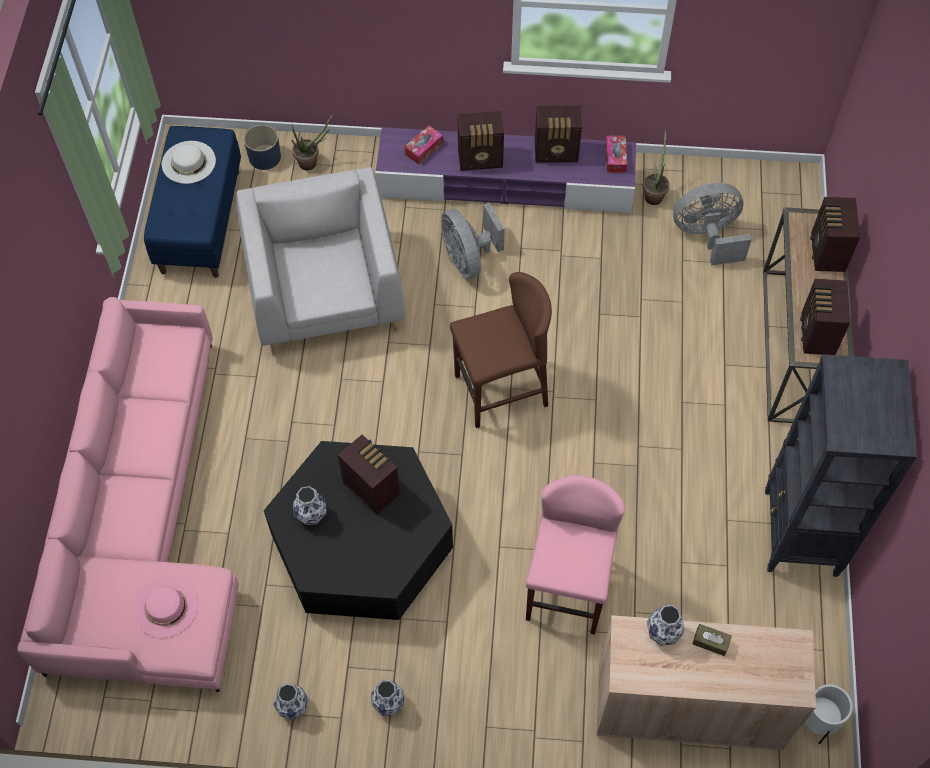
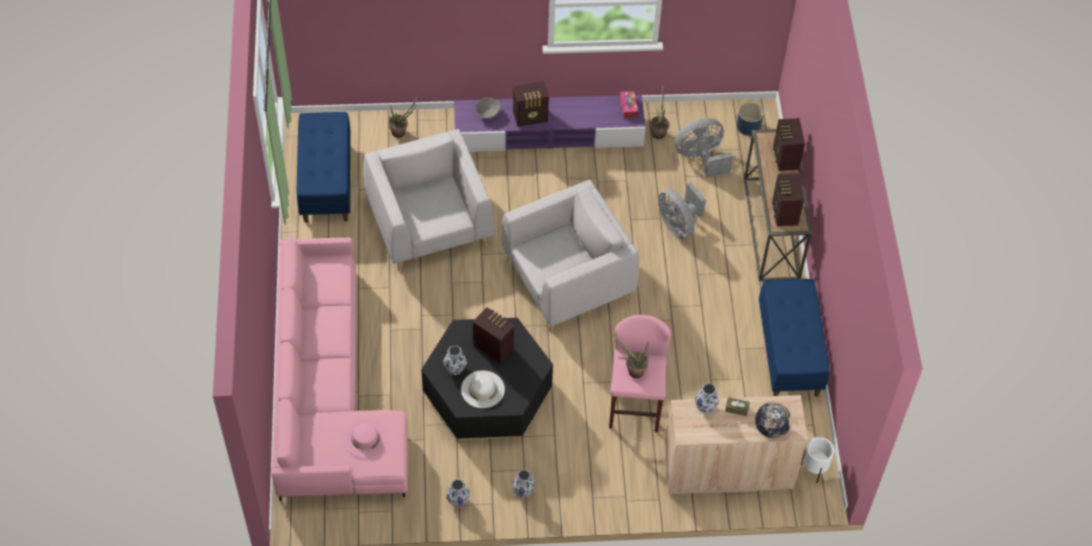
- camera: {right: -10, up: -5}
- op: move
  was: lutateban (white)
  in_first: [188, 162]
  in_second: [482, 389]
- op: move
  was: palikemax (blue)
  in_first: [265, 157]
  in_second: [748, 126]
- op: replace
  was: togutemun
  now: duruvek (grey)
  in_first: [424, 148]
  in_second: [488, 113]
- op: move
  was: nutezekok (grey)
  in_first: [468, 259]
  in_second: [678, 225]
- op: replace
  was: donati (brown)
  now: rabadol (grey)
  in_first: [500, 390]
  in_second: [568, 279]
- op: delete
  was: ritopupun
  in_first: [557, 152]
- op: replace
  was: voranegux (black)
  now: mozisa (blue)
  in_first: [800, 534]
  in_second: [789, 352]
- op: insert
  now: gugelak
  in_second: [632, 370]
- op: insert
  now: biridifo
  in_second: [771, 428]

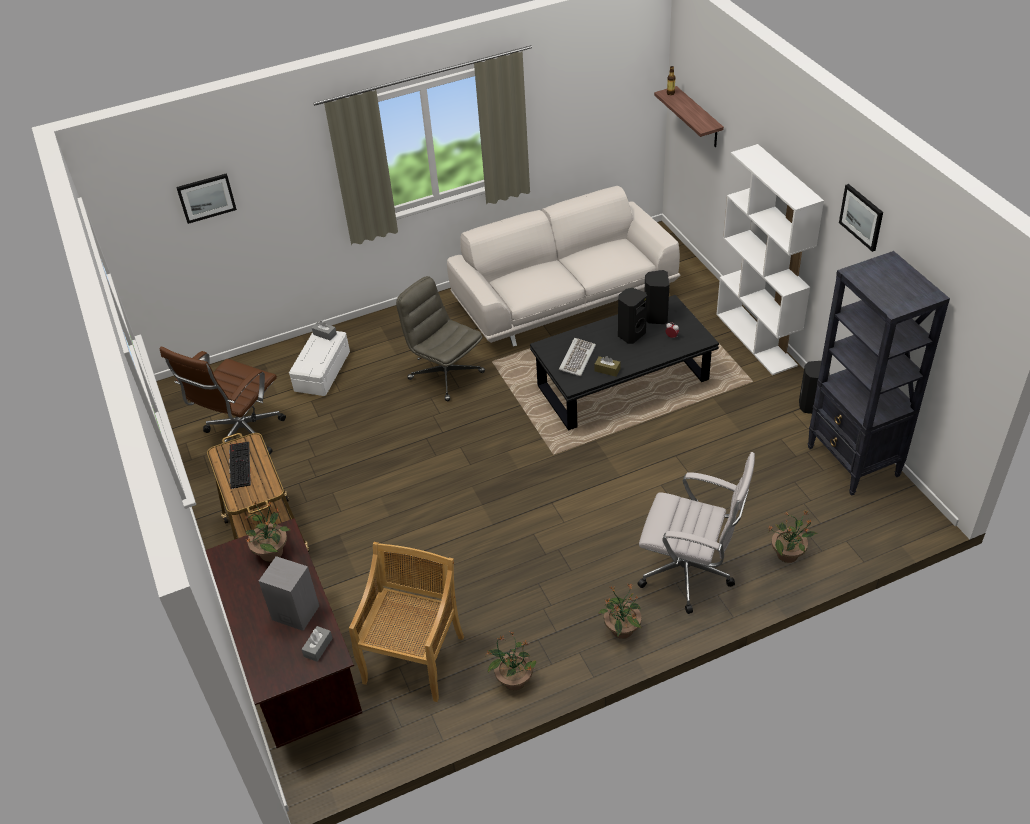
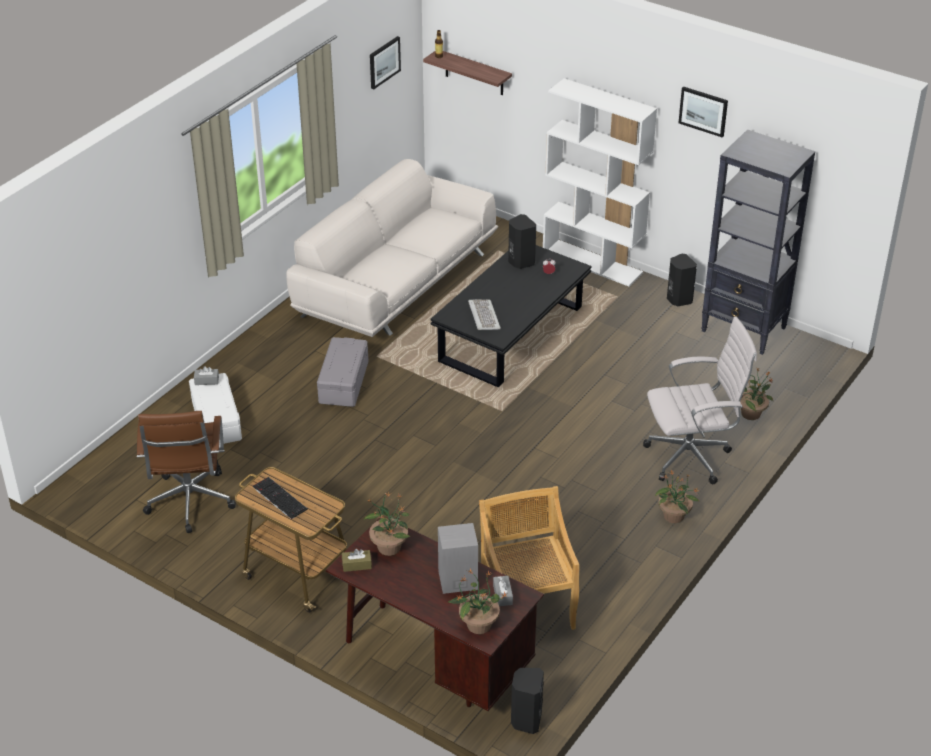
- camera: {right: -35, up: -5}
- op: move
  was: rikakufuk
  in_first: [206, 197]
  in_second: [384, 62]
- op: replace
  was: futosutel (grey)
  now: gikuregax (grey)
  in_first: [445, 375]
  in_second: [343, 382]
- op: move
  was: gugelak
  in_first: [513, 680]
  in_second: [478, 625]
- op: move
  was: togutemun (brown)
  in_first: [607, 370]
  in_second: [357, 565]
- op: move
  was: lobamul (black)
  in_first: [630, 334]
  in_second: [526, 720]

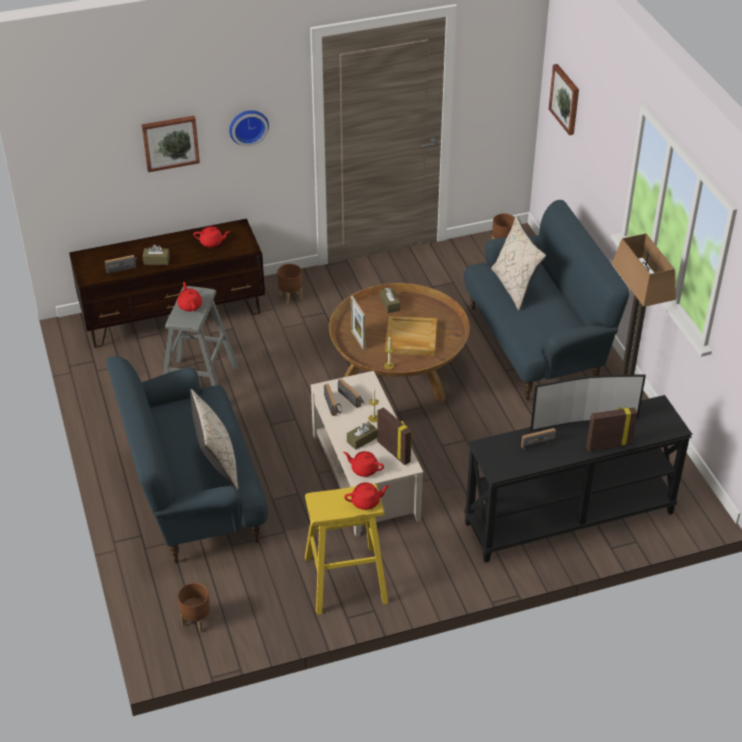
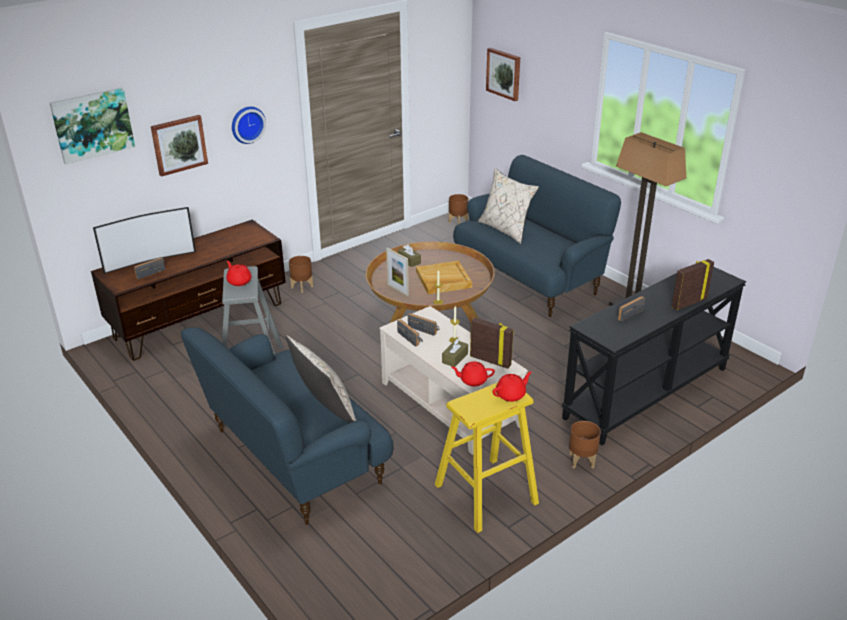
- camera: {right: -20, up: -10}
- op: delete
  was: togutemun (brown)
  in_first: [156, 260]
- op: move
  was: palikemax (brown)
  in_first: [196, 621]
  in_second: [582, 461]
- op: delete
  was: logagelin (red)
  in_first: [212, 242]
- op: move
  was: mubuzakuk
  in_first: [583, 421]
  in_second: [149, 260]
- op: insert
  now: rikakufuk
  in_second: [92, 124]

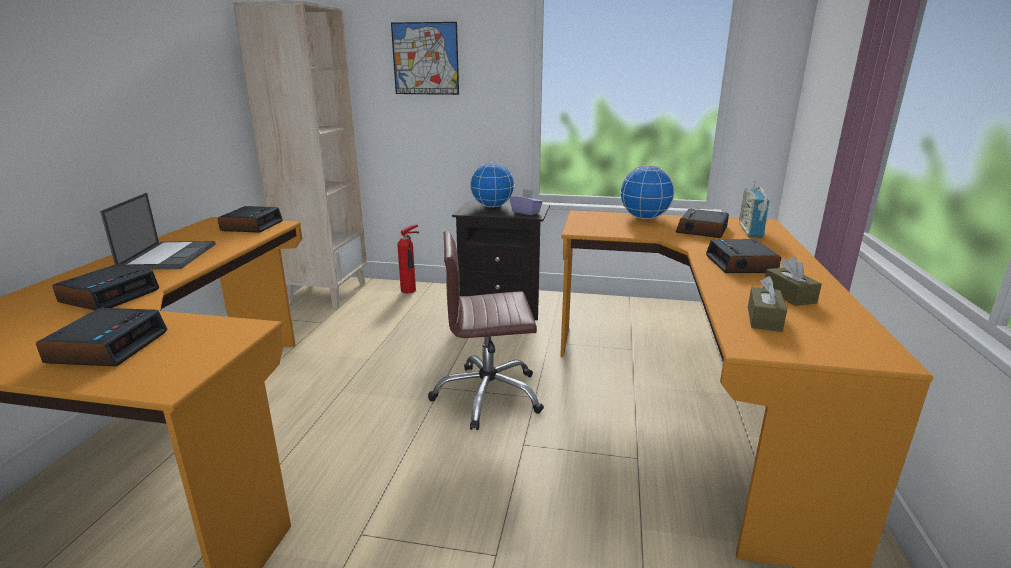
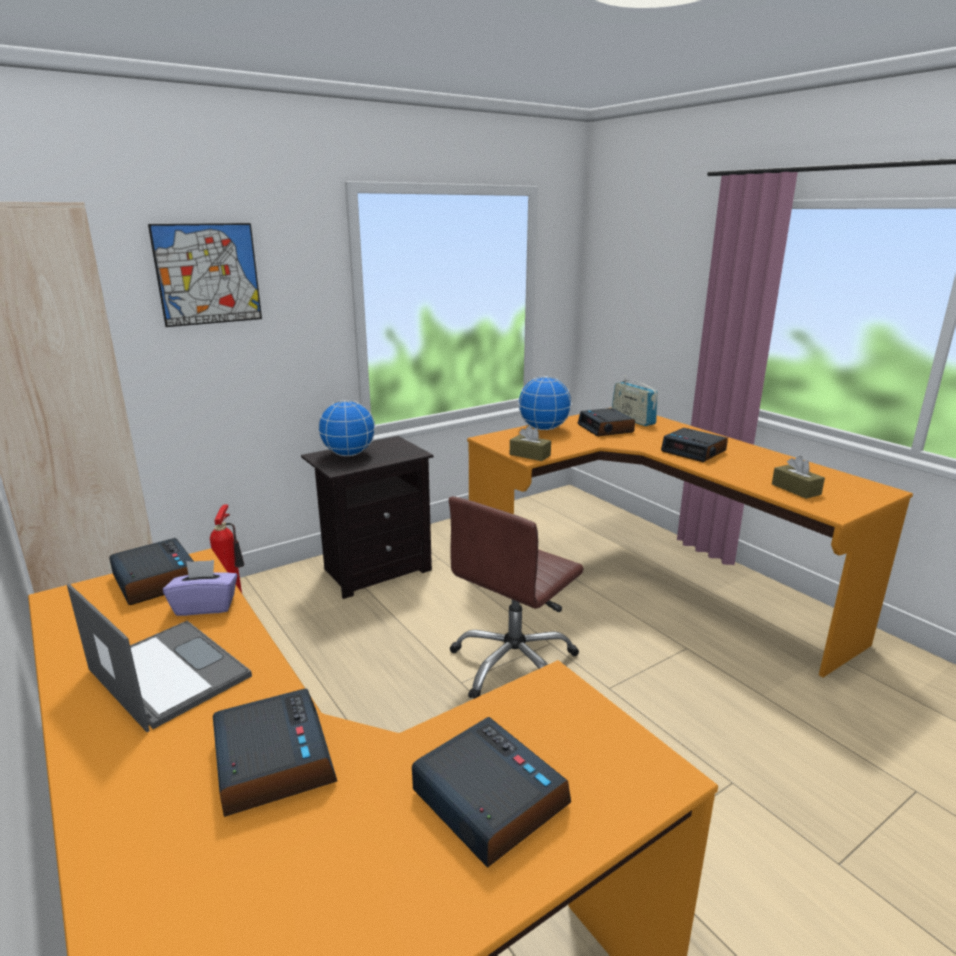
- camera: {right: -45, up: 0}
- op: move
  was: togutemun (purple)
  in_first: [526, 212]
  in_second: [205, 606]
- op: move
  was: togutemun (brown)
  in_first: [789, 295]
  in_second: [530, 455]

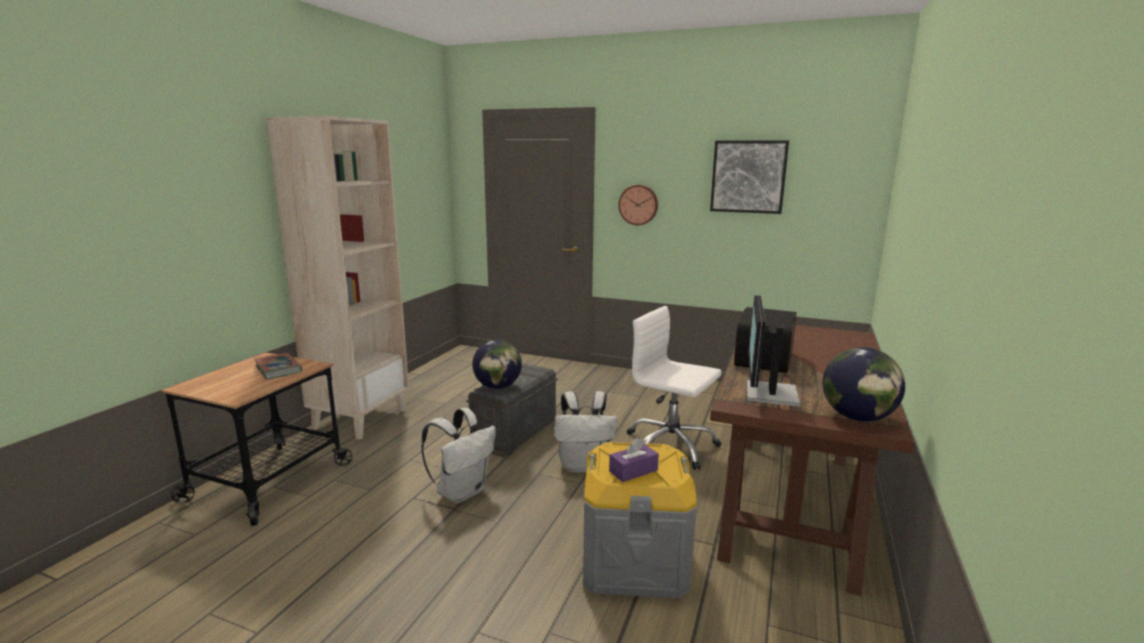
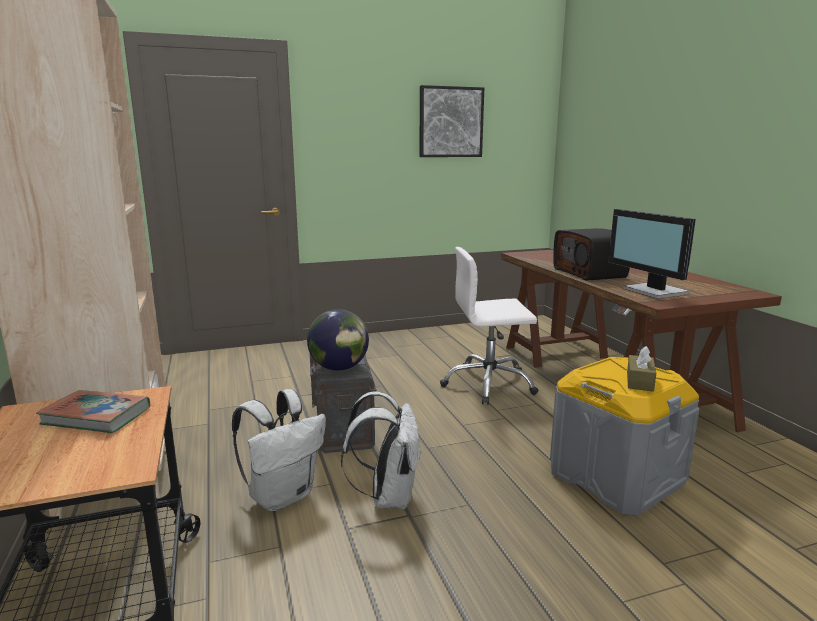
- camera: {right: -40, up: 0}
- op: move
  was: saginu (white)
  in_first: [584, 466]
  in_second: [283, 495]
- op: recolor
  was: togutemun (purple)
  now: togutemun (brown)
  in_first: [633, 471]
  in_second: [639, 381]
- op: delete
  was: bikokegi
  in_first: [638, 205]
- op: delete
  was: biridifo
  in_first: [857, 418]

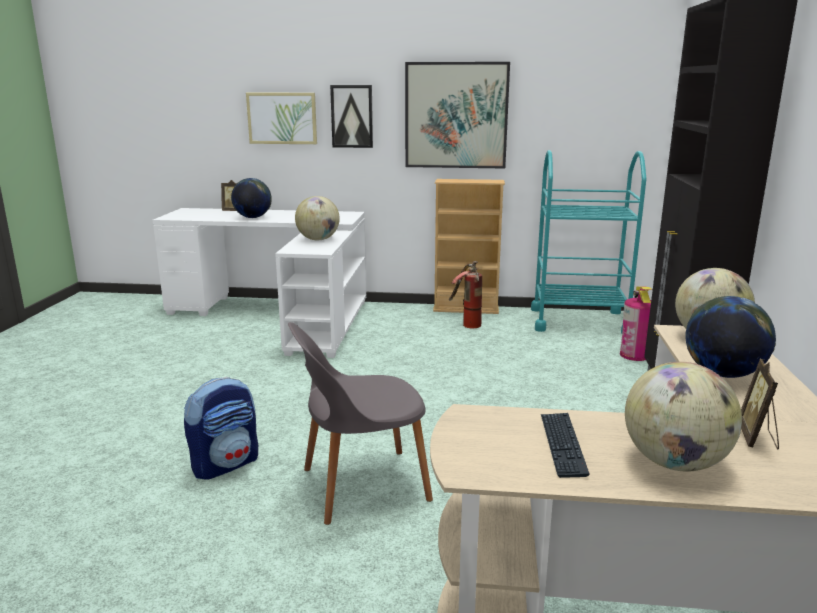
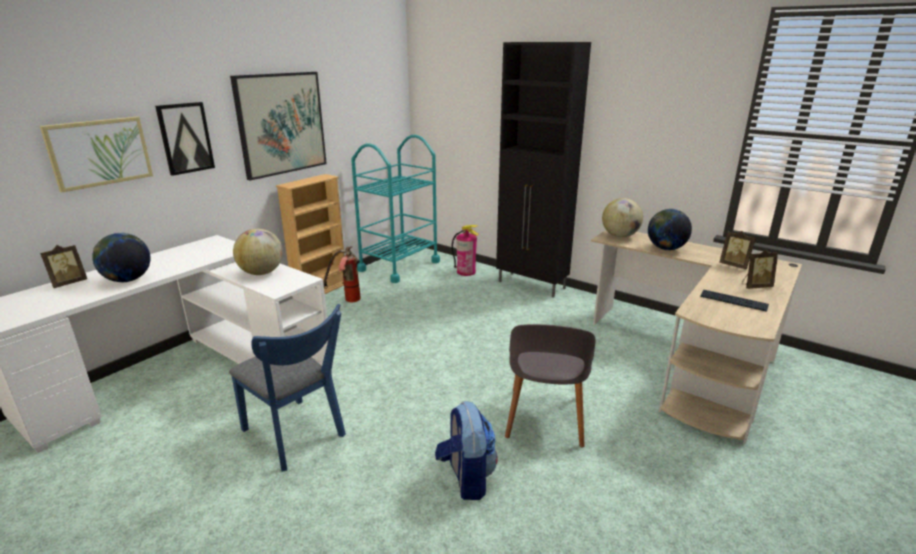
- camera: {right: -60, up: 5}
- op: replace
  was: biridifo
  now: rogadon
  in_first: [675, 463]
  in_second: [755, 286]
- op: insert
  now: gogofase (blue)
  in_second: [297, 436]

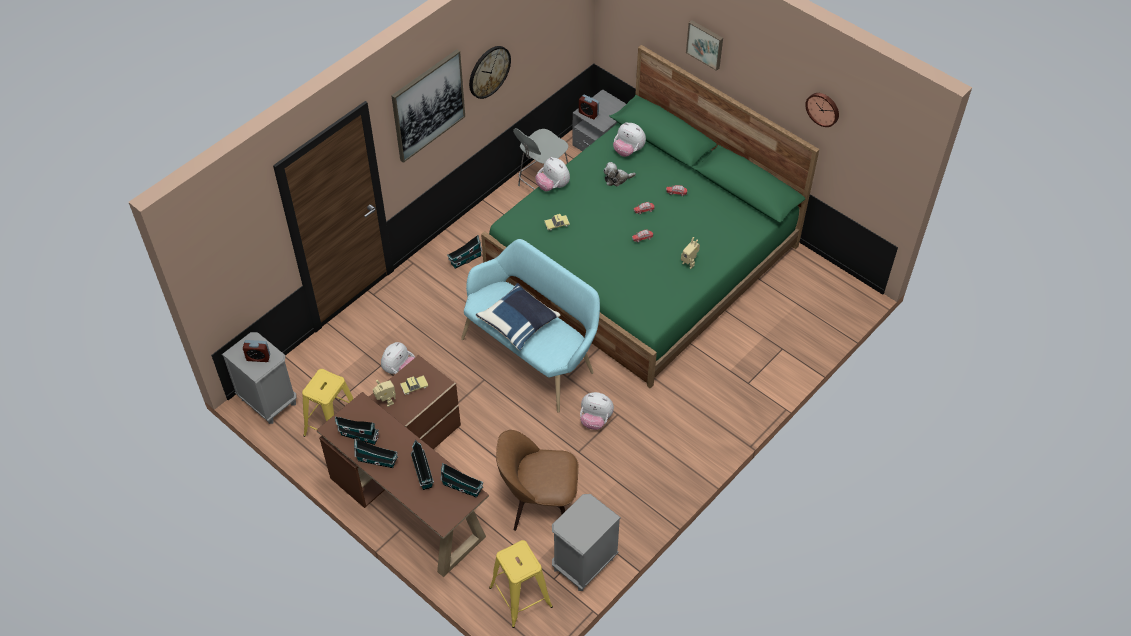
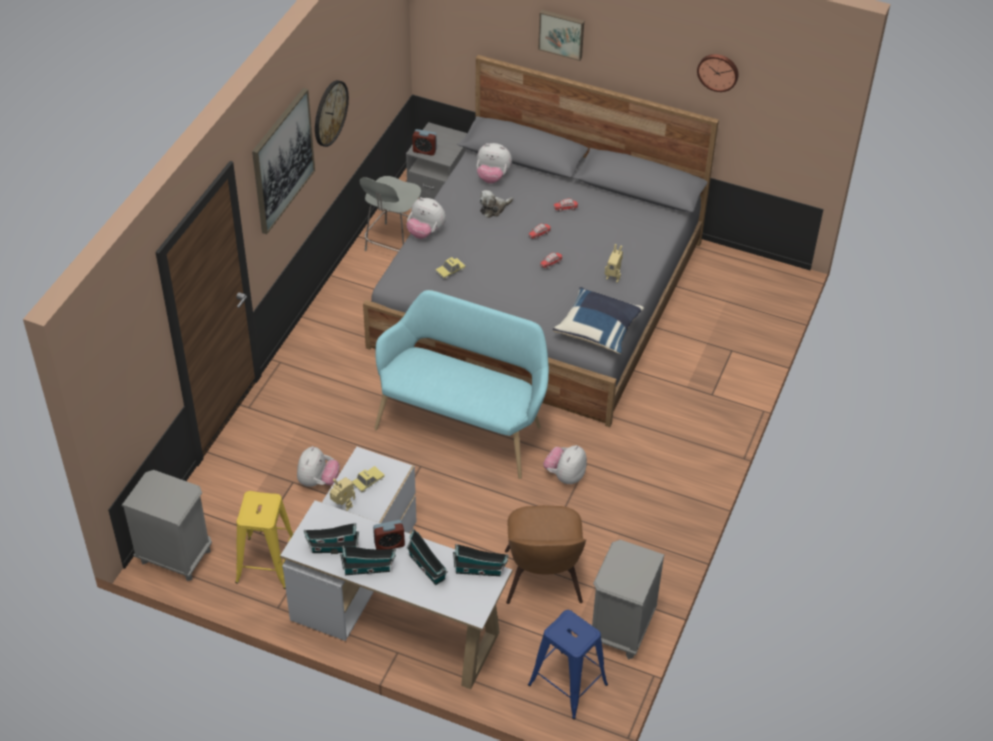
- camera: {right: -20, up: -5}
- op: move
  was: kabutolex
  in_first: [258, 357]
  in_second: [389, 544]
- op: recolor
  was: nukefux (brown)
  now: nukefux (white)
  in_first: [411, 487]
  in_second: [390, 603]
- op: delete
  was: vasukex
  in_first: [465, 260]
- op: move
  was: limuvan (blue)
  in_first: [519, 323]
  in_second: [598, 330]
- op: recolor
  was: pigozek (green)
  now: pigozek (grey)
  in_first: [643, 257]
  in_second: [539, 293]
- op: recolor
  was: donati (yellow)
  now: donati (blue)
  in_first: [520, 597]
  in_second: [567, 684]
- op: rotate
  was: gogofase (brown)
  in_first: [539, 503]
  in_second: [543, 580]
  clockwise: -75
- op: rotate
  was: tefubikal
  in_first: [595, 420]
  in_second: [565, 475]
  clockwise: 120

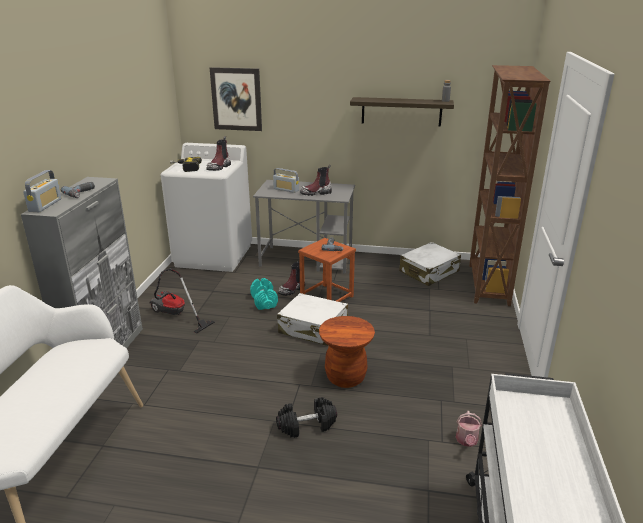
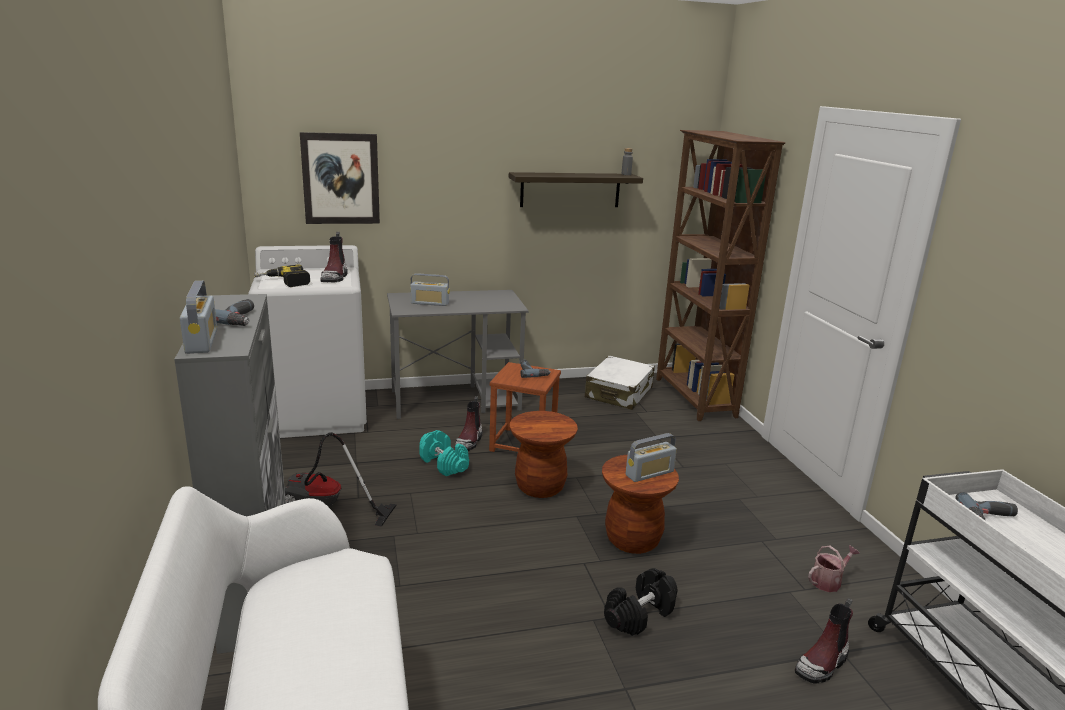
- camera: {right: -25, up: -5}
- op: replace
  was: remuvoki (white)
  now: donati (brown)
  in_first: [313, 328]
  in_second: [540, 487]
- op: move
  was: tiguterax
  in_first: [316, 193]
  in_second: [822, 664]
- op: rotate
  was: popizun
  in_first: [467, 441]
  in_second: [828, 581]
  clockwise: -105
- op: insert
  now: ritopupun
  in_second: [649, 473]
- op: insert
  now: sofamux
  in_second: [989, 517]

